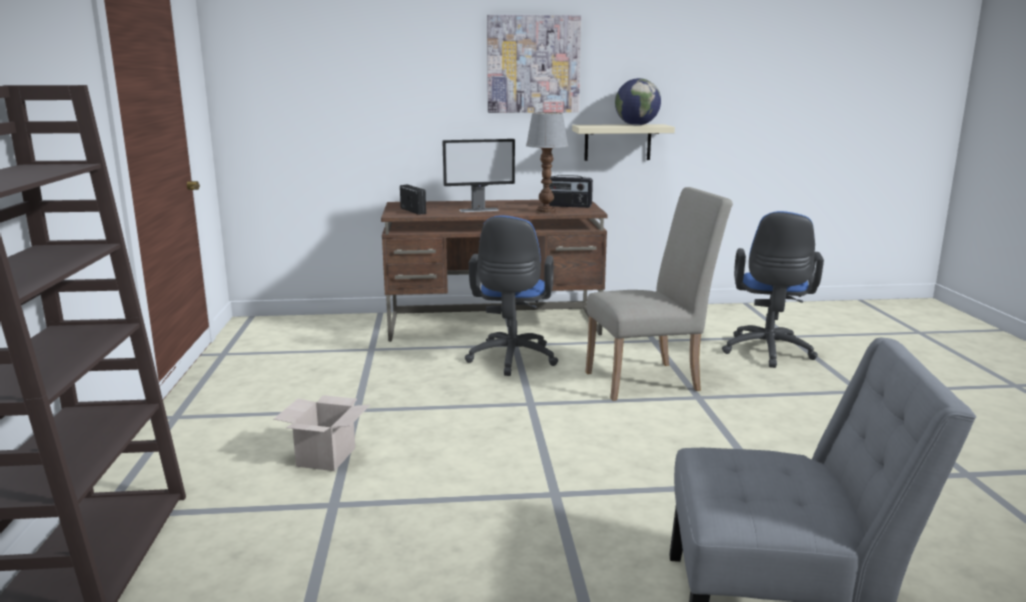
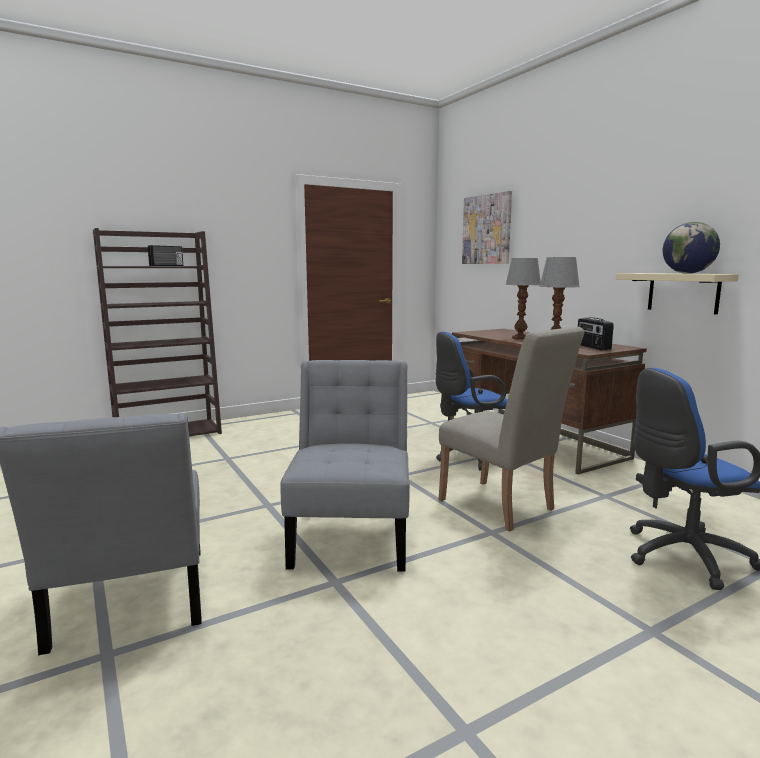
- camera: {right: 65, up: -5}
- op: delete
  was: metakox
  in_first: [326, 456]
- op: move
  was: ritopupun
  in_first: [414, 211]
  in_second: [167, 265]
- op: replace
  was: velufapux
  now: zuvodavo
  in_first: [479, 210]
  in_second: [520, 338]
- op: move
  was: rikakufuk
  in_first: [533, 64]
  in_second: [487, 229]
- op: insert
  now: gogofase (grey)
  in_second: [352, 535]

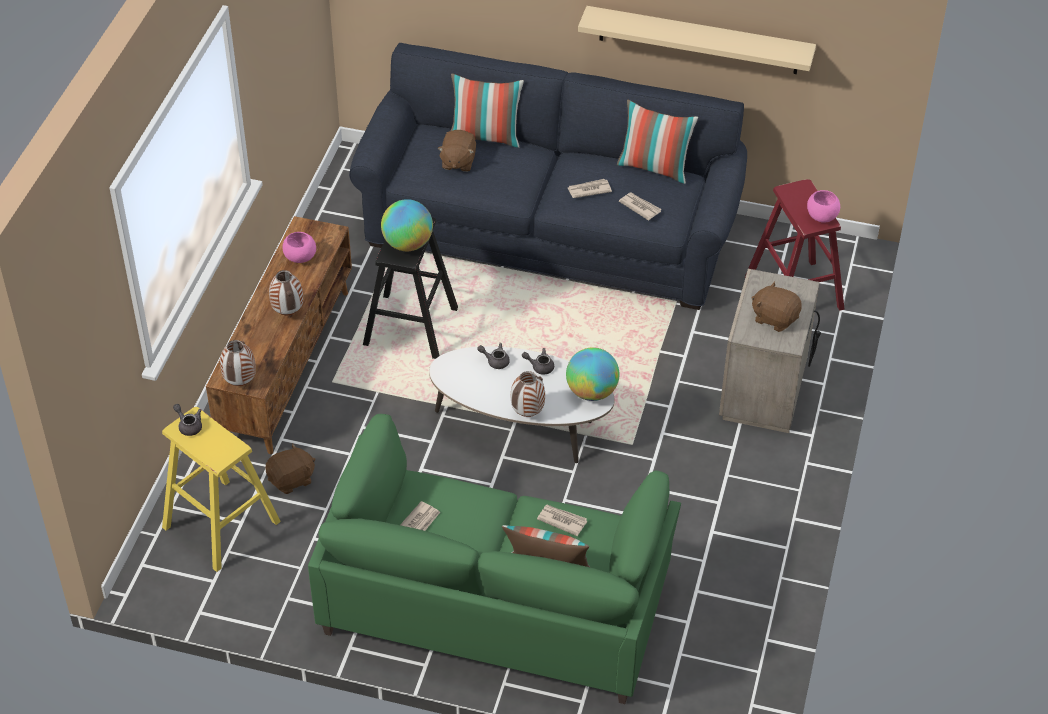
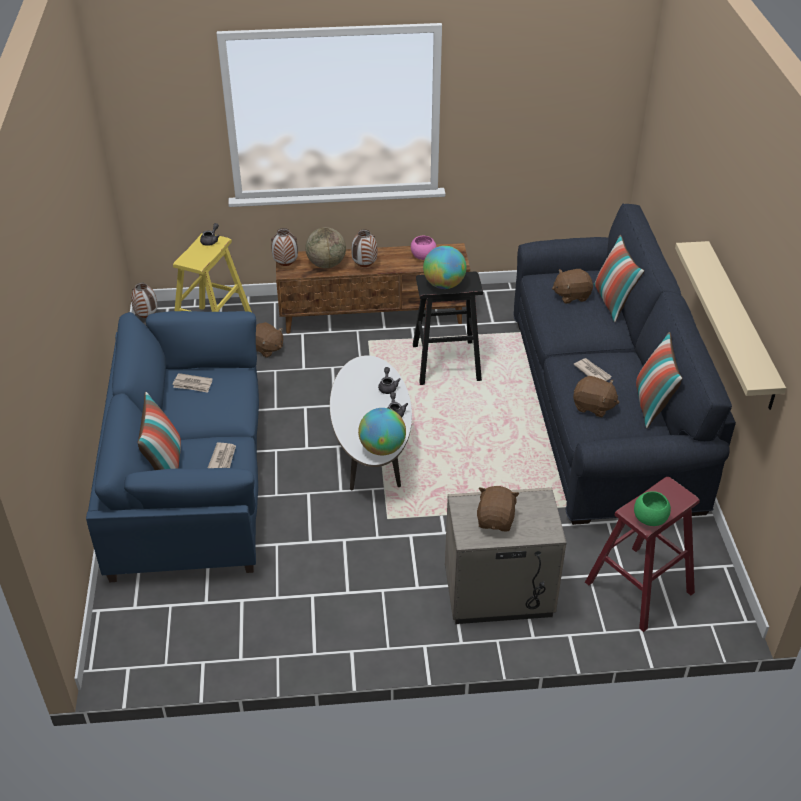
- camera: {right: 70, up: -5}
- op: recolor
  was: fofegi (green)
  now: fofegi (blue)
  in_first: [496, 601]
  in_second: [190, 480]
- op: move
  was: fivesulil
  in_first: [527, 412]
  in_second: [147, 316]
- op: replace
  was: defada
  now: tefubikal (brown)
  in_first: [640, 207]
  in_second: [593, 406]
- op: recolor
  was: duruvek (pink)
  now: duruvek (green)
  in_first: [821, 216]
  in_second: [649, 518]
- op: insert
  now: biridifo
  in_second: [326, 264]

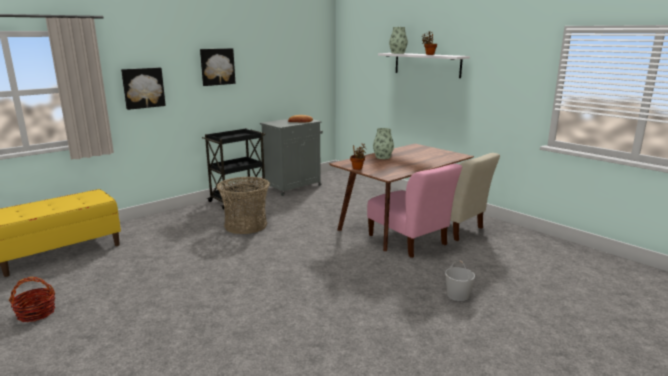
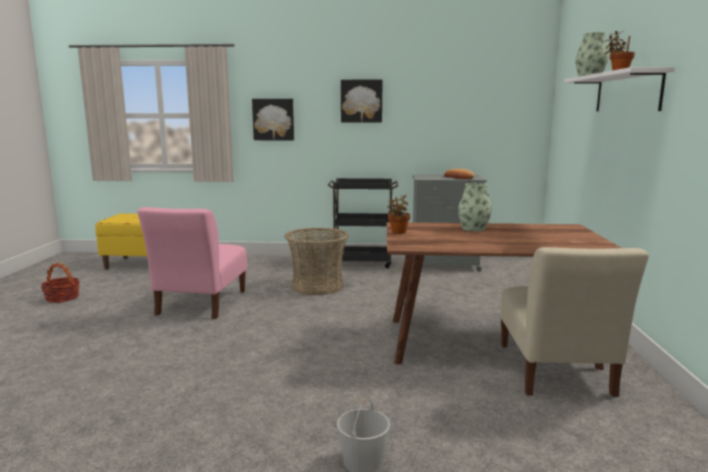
- camera: {right: 45, up: -5}
- op: move
  was: gogofase (pink)
  in_first: [409, 241]
  in_second: [200, 304]

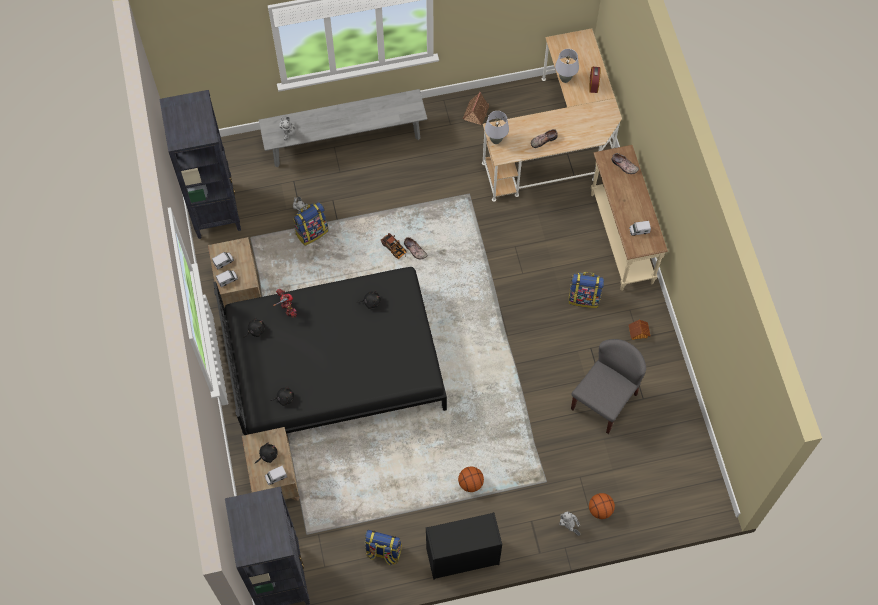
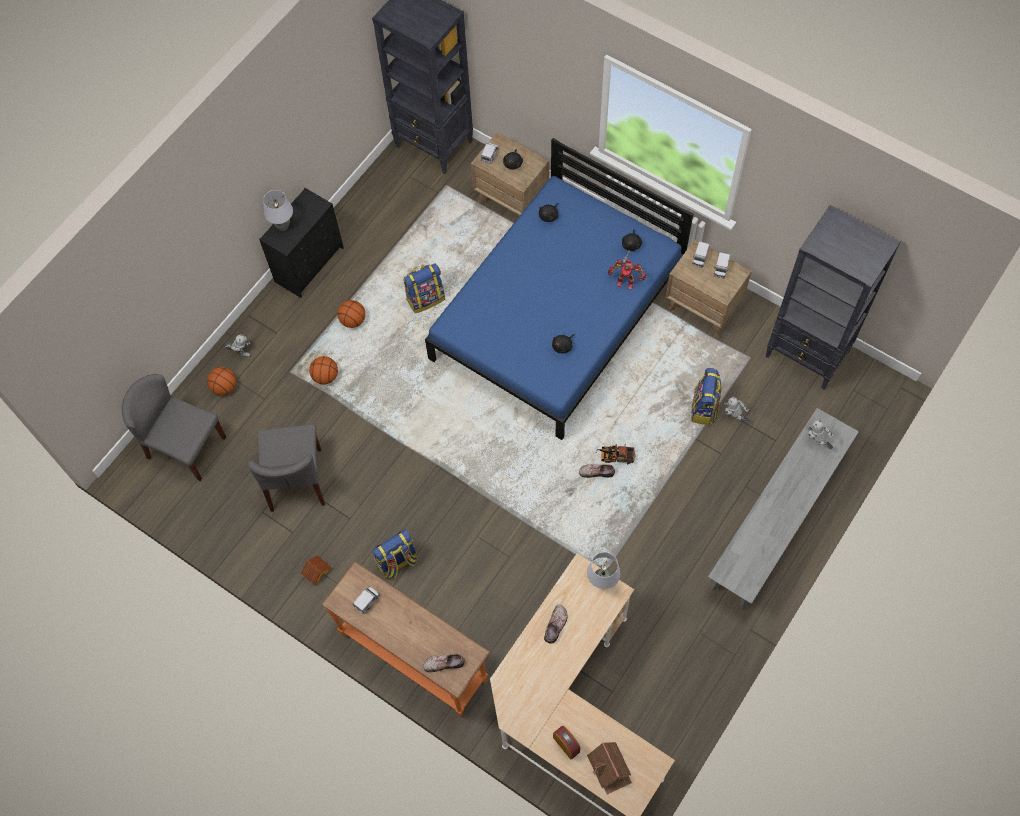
- camera: {right: 140, up: 0}
- op: recolor
  was: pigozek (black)
  now: pigozek (blue)
  in_first: [335, 366]
  in_second: [557, 316]
- op: move
  was: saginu
  in_first: [383, 552]
  in_second: [425, 298]
- op: move
  was: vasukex
  in_first: [476, 112]
  in_second: [610, 768]
- op: move
  was: zuvodavo (grey)
  in_first: [565, 79]
  in_second: [283, 226]
- op: recolor
  was: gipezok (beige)
  now: gipezok (orange)
  in_first: [620, 238]
  in_second: [414, 656]
- op: insert
  now: gogofase (grey)
  in_second: [186, 447]
- op: insert
  now: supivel
  in_second: [325, 376]

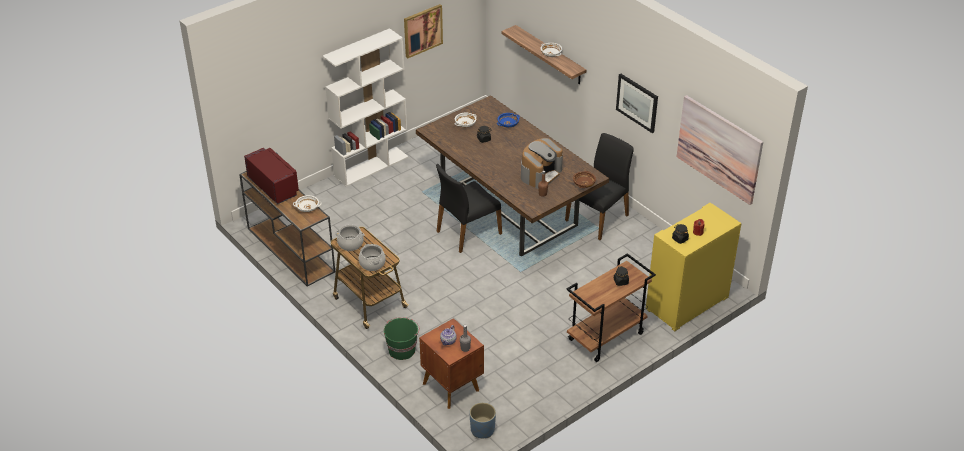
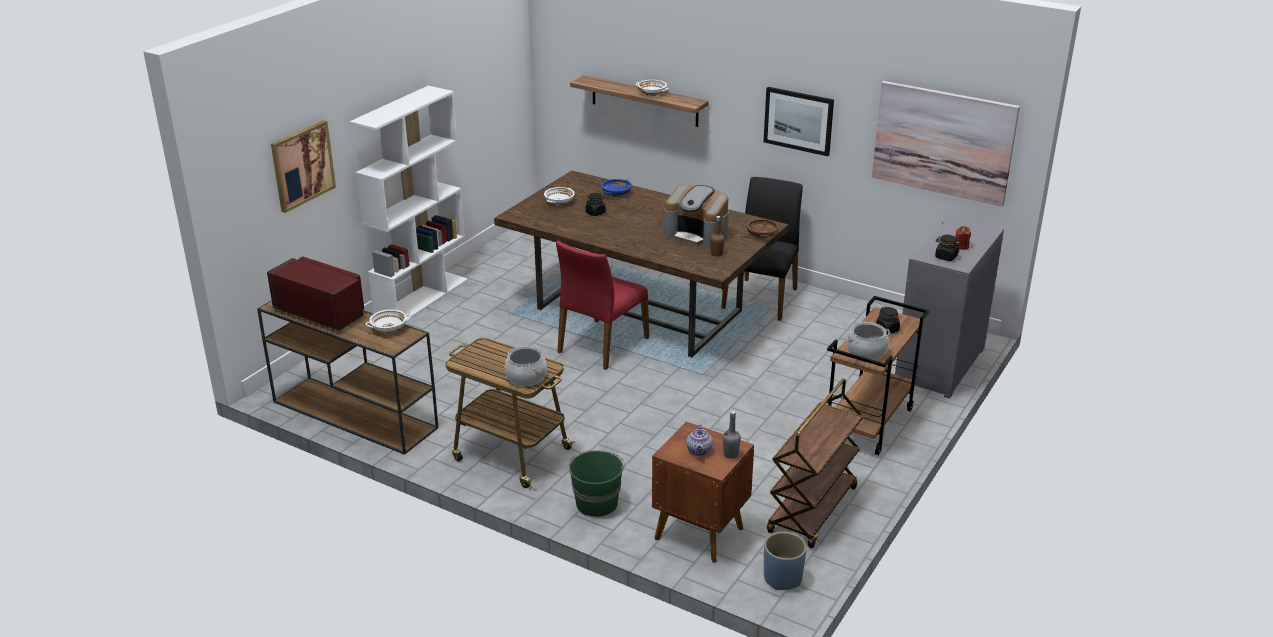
- camera: {right: -20, up: -10}
- op: move
  was: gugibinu
  in_first: [350, 244]
  in_second: [866, 352]
- op: move
  was: rikakufuk
  in_first: [422, 30]
  in_second: [302, 165]
- op: recolor
  was: gogofase (black)
  now: gogofase (red)
  in_first: [467, 232]
  in_second: [601, 345]
- op: rotate
  was: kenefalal
  in_first: [540, 174]
  in_second: [697, 234]
  clockwise: 105
- op: recolor
  was: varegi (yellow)
  now: varegi (grey)
  in_first: [687, 304]
  in_second: [941, 365]
- op: insert
  now: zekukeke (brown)
  in_second: [813, 511]

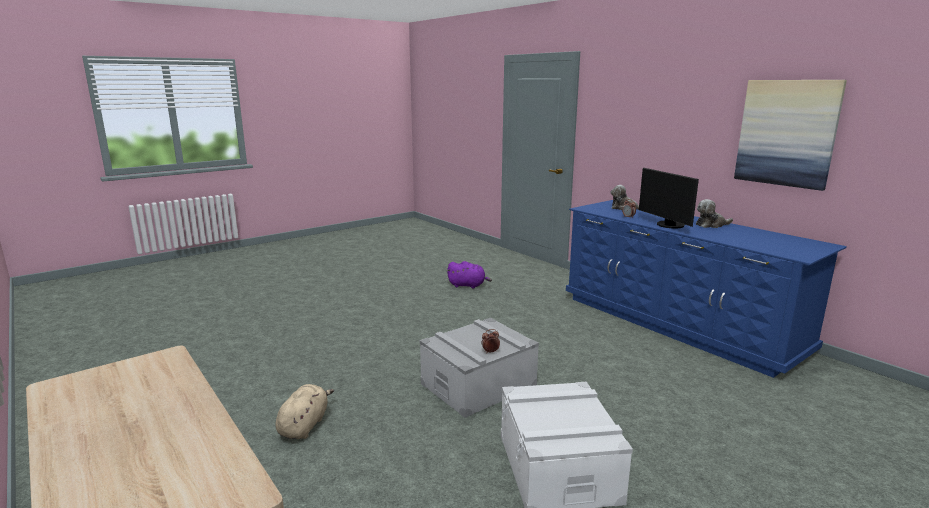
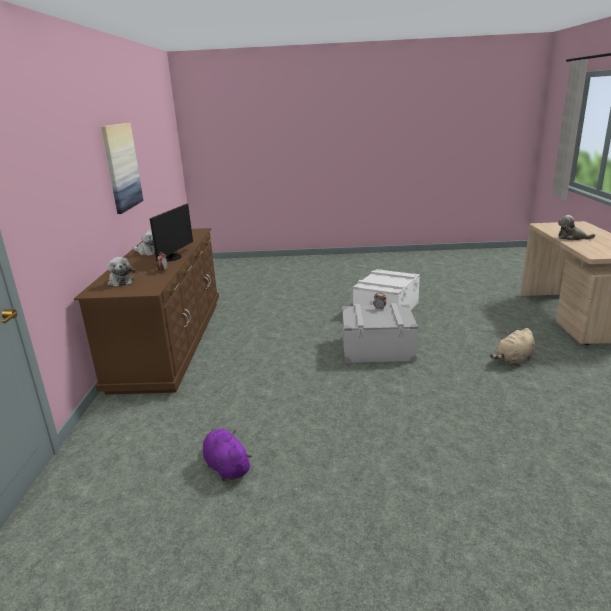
- camera: {right: -140, up: 5}
- op: recolor
  was: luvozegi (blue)
  now: luvozegi (brown)
  in_first: [677, 323]
  in_second: [171, 342]
- op: insert
  now: tefubikal
  in_second: [572, 238]

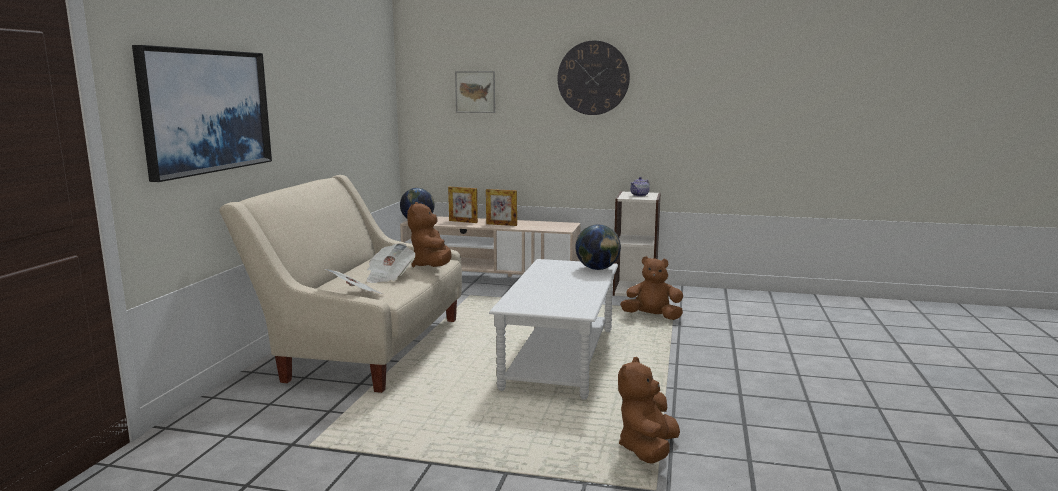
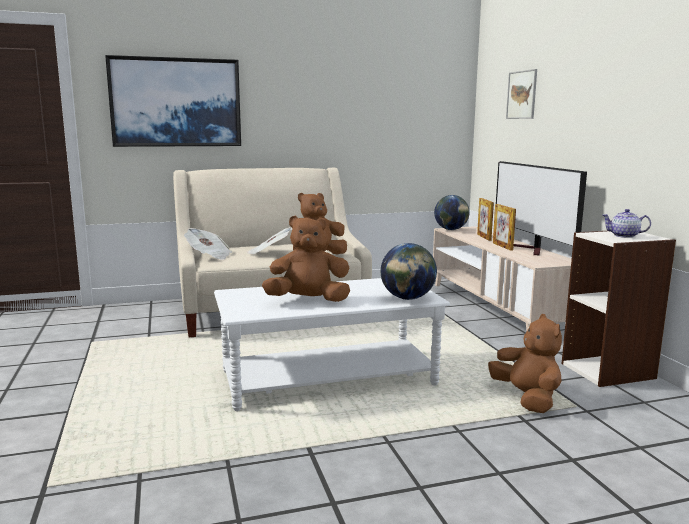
- camera: {right: 60, up: 0}
- op: delete
  was: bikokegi
  in_first: [593, 78]
- op: move
  was: tefubikal (brown)
  in_first: [647, 449]
  in_second: [308, 300]
- op: insert
  now: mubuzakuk
  in_second: [531, 250]

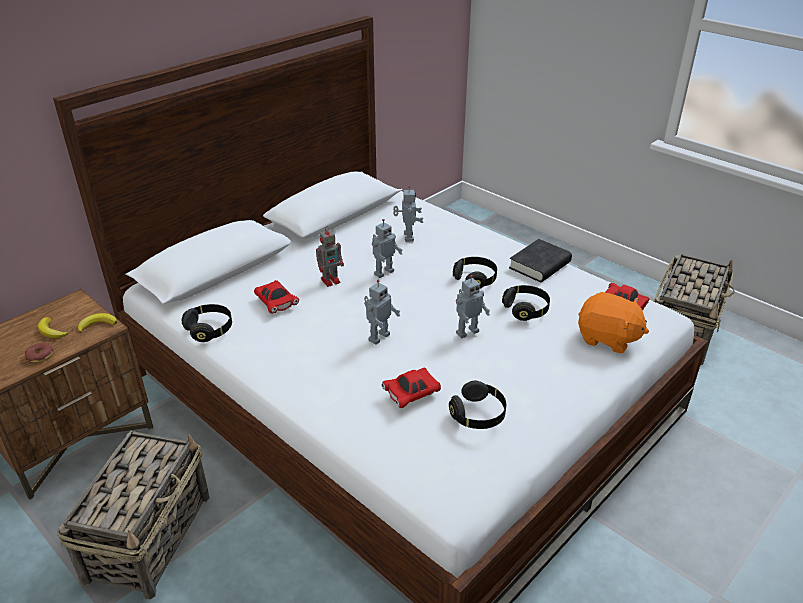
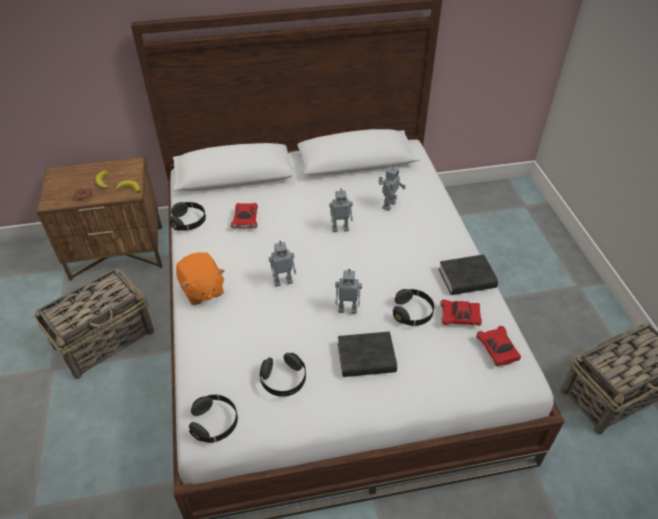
- camera: {right: 35, up: 10}
- op: delete
  was: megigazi
  in_first: [331, 280]
- op: move
  was: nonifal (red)
  in_first: [411, 394]
  in_second: [459, 318]
- op: move
  was: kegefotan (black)
  in_first: [475, 279]
  in_second: [215, 423]
- op: move
  was: tefubikal (orange)
  in_first: [607, 338]
  in_second: [202, 290]
- op: insert
  now: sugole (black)
  in_second: [366, 358]

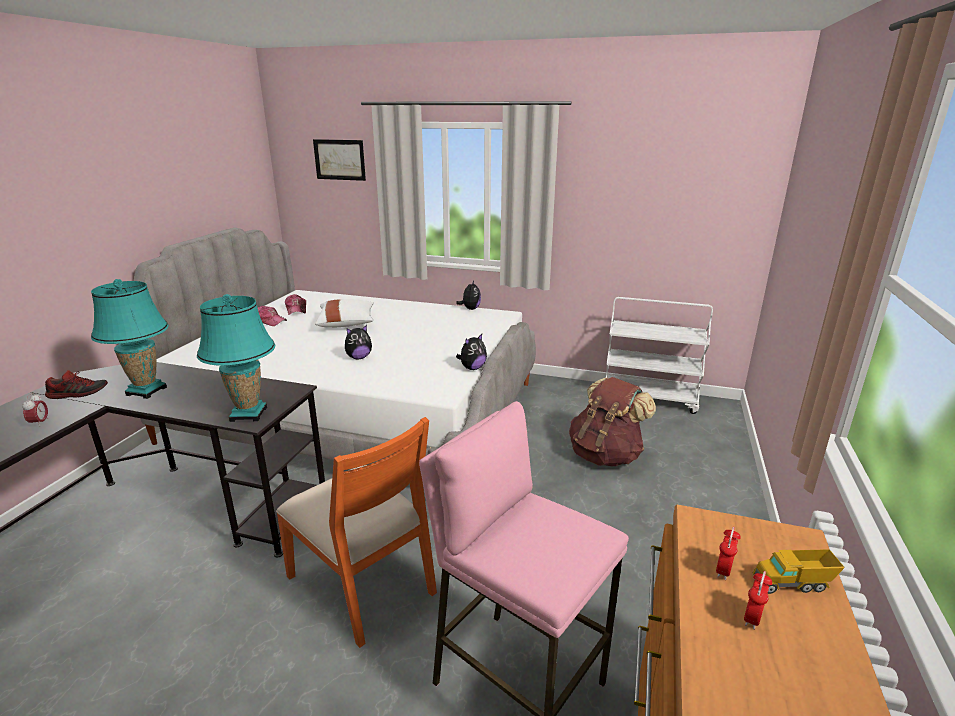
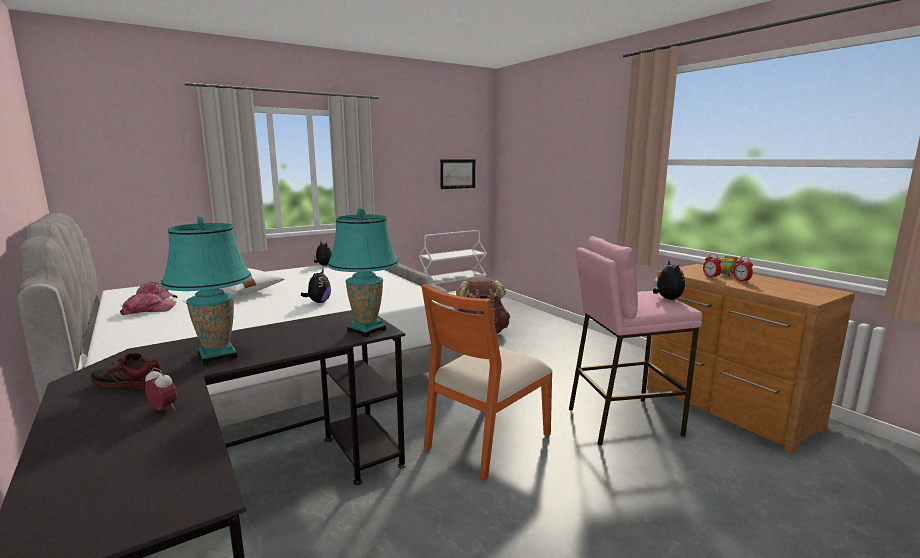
- camera: {right: -50, up: -10}
- op: rotate
  was: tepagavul
  in_first: [78, 393]
  in_second: [129, 385]
  clockwise: -105
- op: rotate
  was: gogofase (orange)
  in_first: [363, 583]
  in_second: [485, 440]
  clockwise: 135
- op: move
  was: rikakufuk
  in_first: [339, 159]
  in_second: [457, 174]
- op: move
  was: tefubikal
  in_first: [472, 368]
  in_second: [667, 299]

